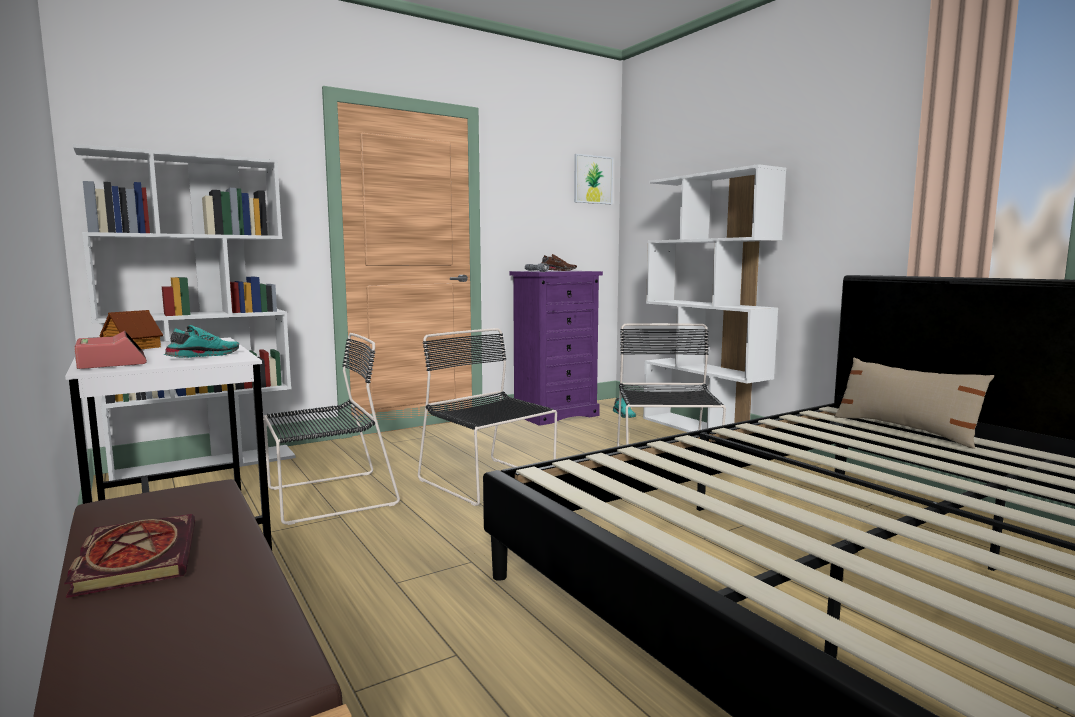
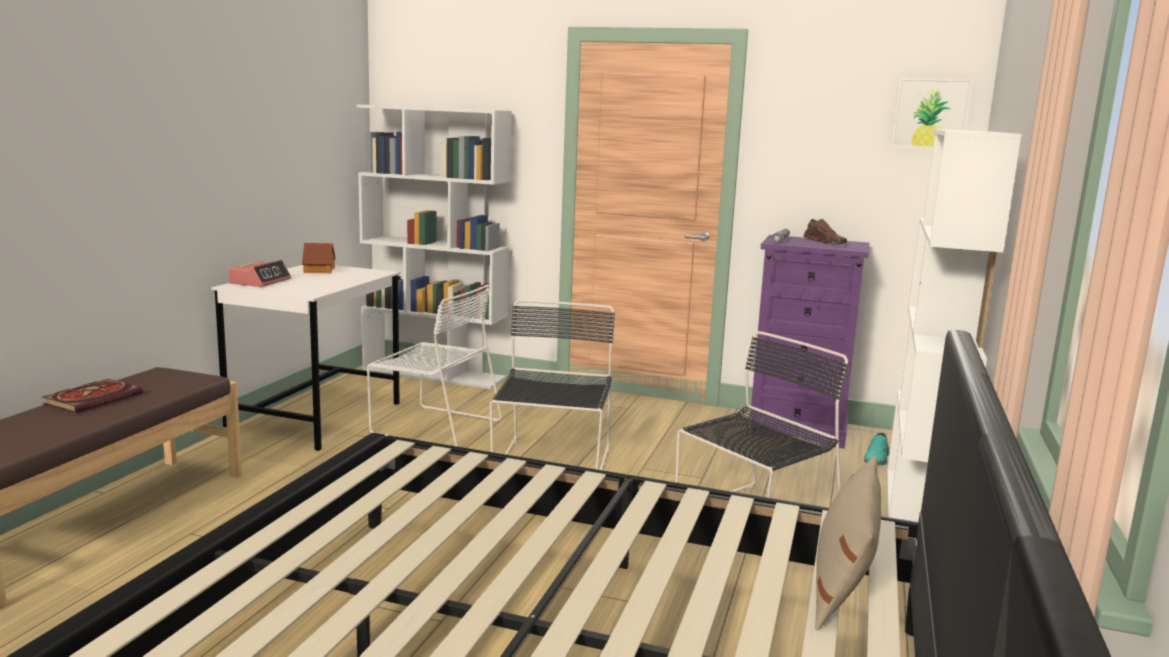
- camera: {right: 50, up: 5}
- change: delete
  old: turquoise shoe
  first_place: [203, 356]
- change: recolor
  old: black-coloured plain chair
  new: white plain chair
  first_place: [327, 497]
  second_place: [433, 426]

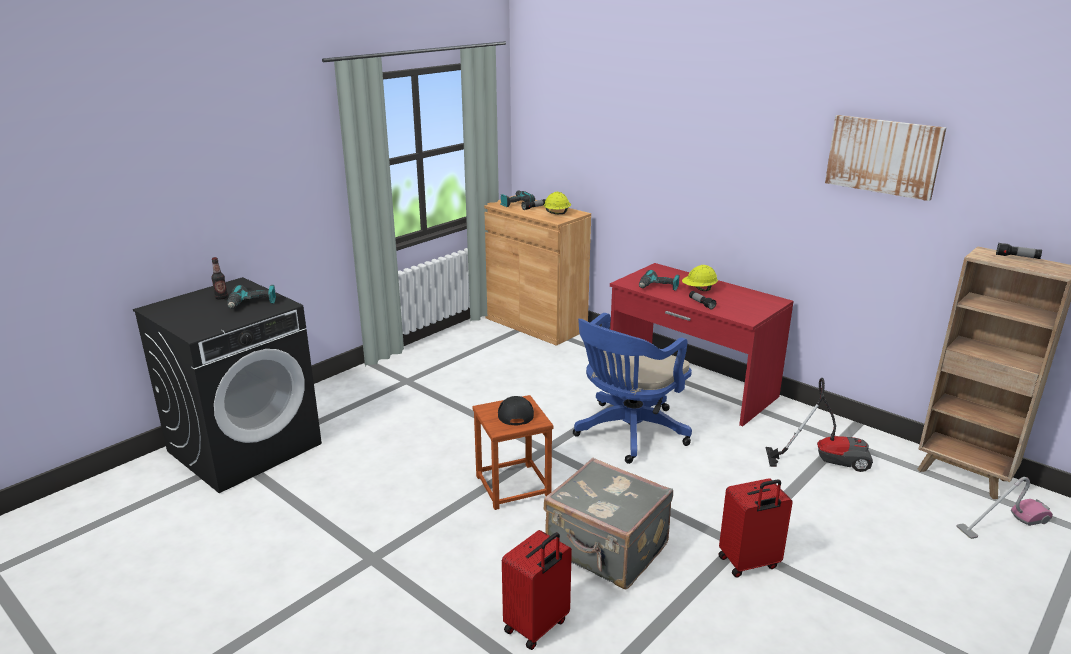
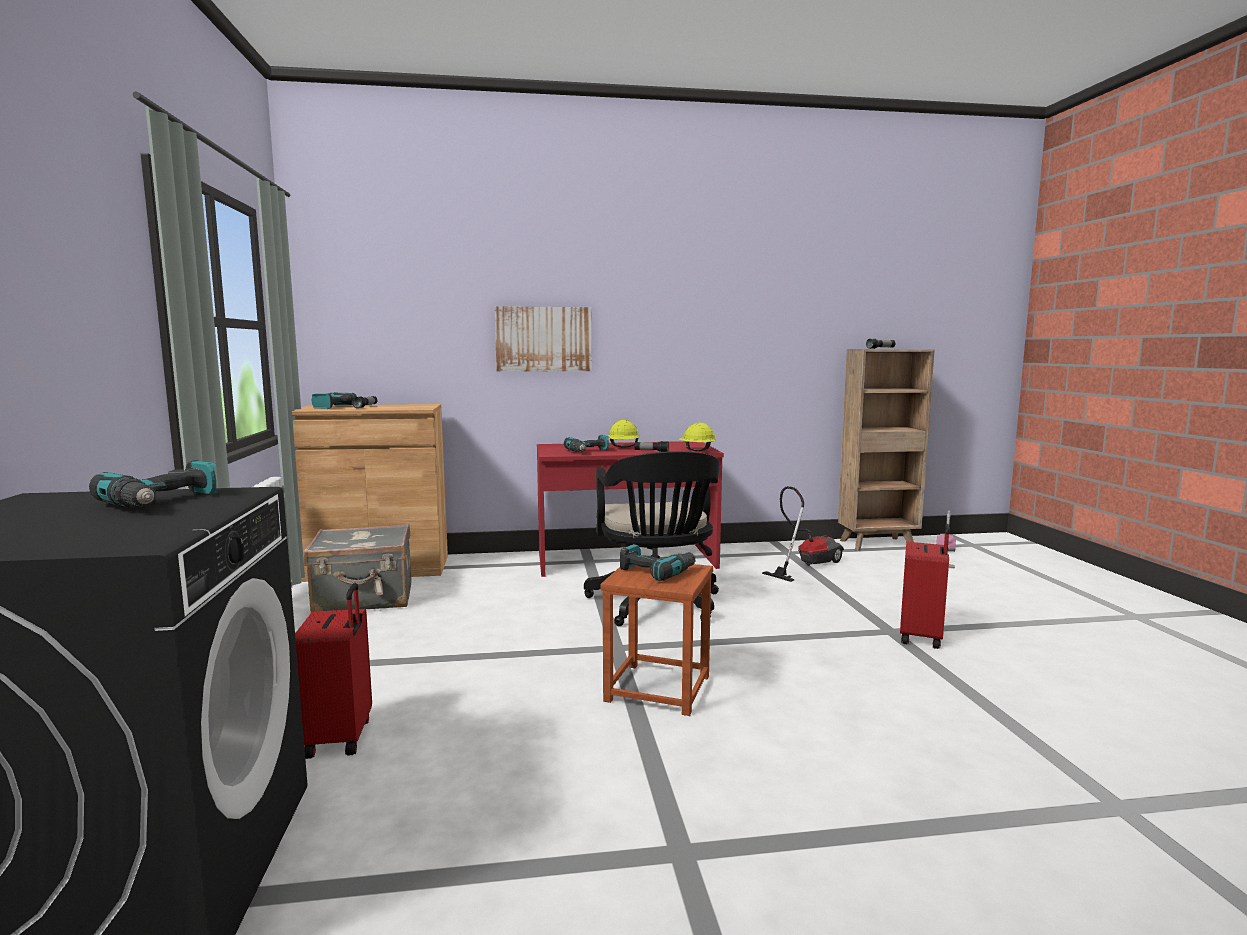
- camera: {right: -50, up: -15}
- change: move
  old: wall picture
  first_place: [883, 156]
  second_place: [543, 339]
- change: move
  old: yellowish safety helmet
  first_place: [557, 213]
  second_place: [697, 450]
- change: delete
  old: bottle
  first_place: [221, 297]
- change: recolor
  old: blue desk chair
  new: black-coloured desk chair
  first_place: [627, 434]
  second_place: [656, 606]
- change: replace
  old: black-coloured peaked cap
  new: electric drill
  first_place: [515, 412]
  second_place: [657, 571]
- change: move
  old: greyish suitcase
  first_place: [606, 550]
  second_place: [365, 599]
- change: move
  old: red suitcase
  first_place: [537, 626]
  second_place: [341, 737]

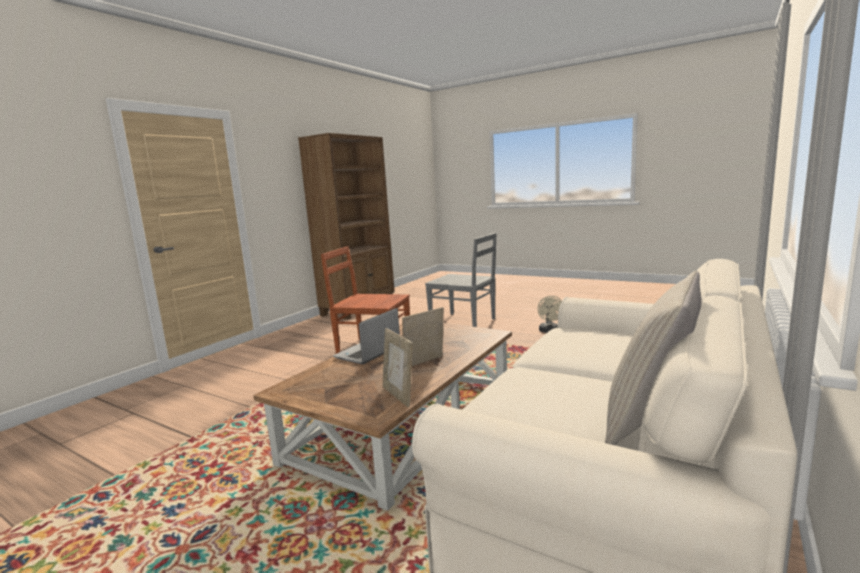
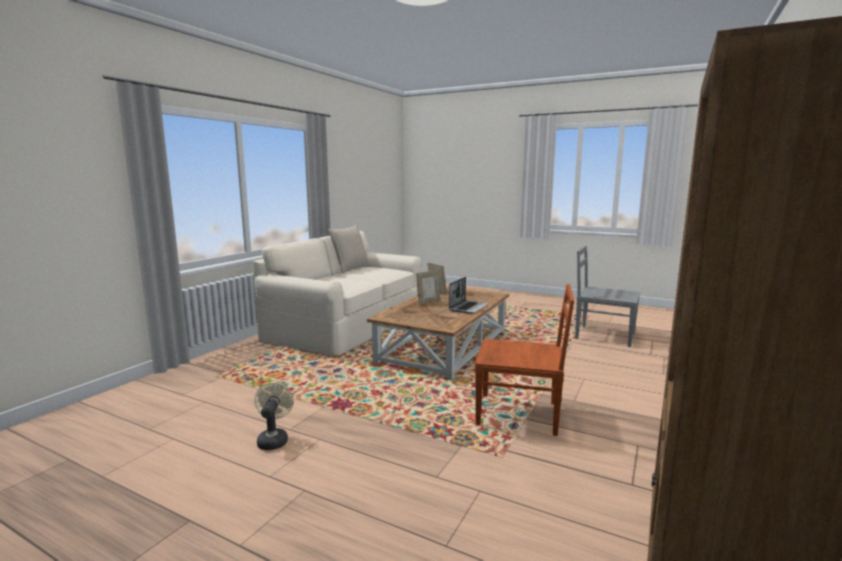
- camera: {right: 175, up: 0}
- change: move
  old: greyish plain chair
  first_place: [464, 322]
  second_place: [603, 335]

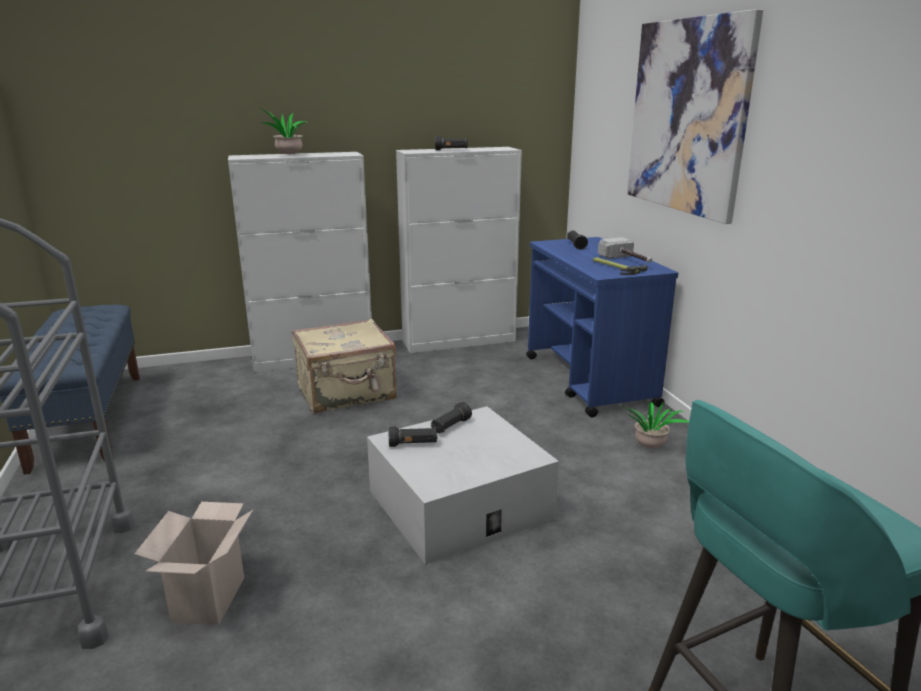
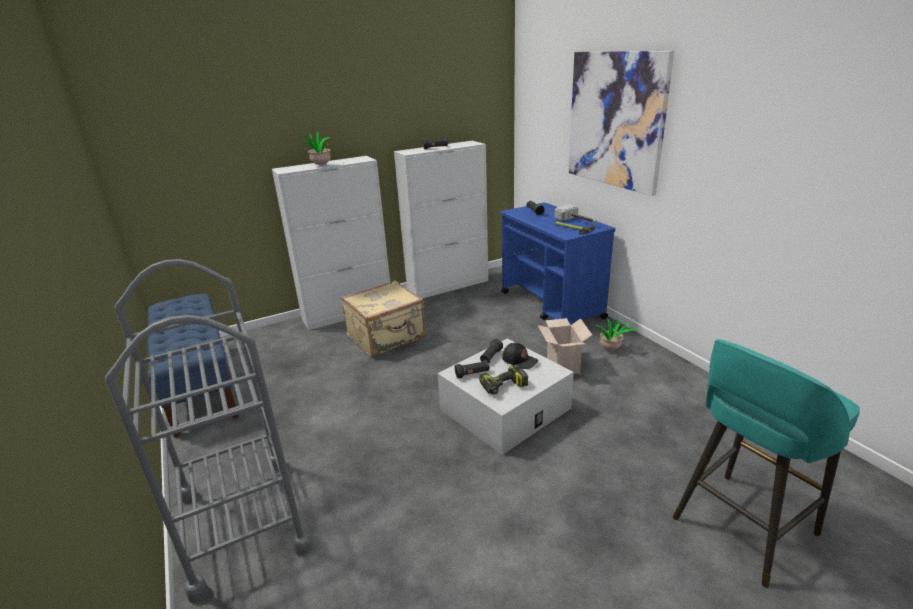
- camera: {right: -10, up: 5}
- change: move
  old: packing box
  first_place: [208, 597]
  second_place: [561, 365]
- change: insert
  new: black-coloured peaked cap
  second_place: [519, 360]
- change: insert
  new: electric drill
  second_place: [503, 387]

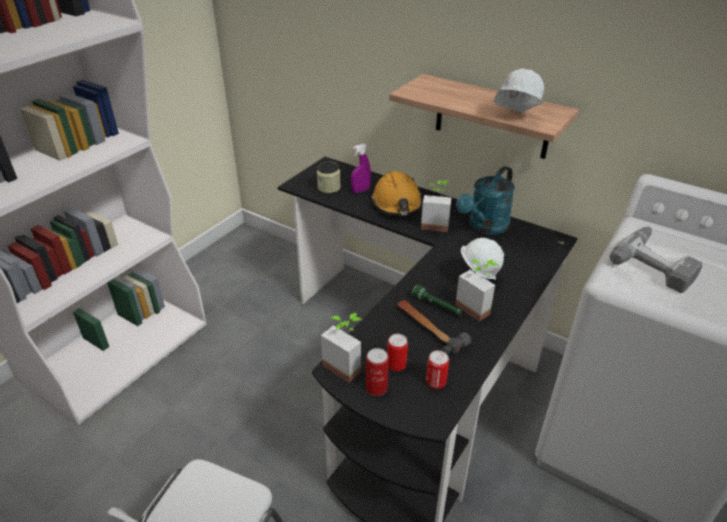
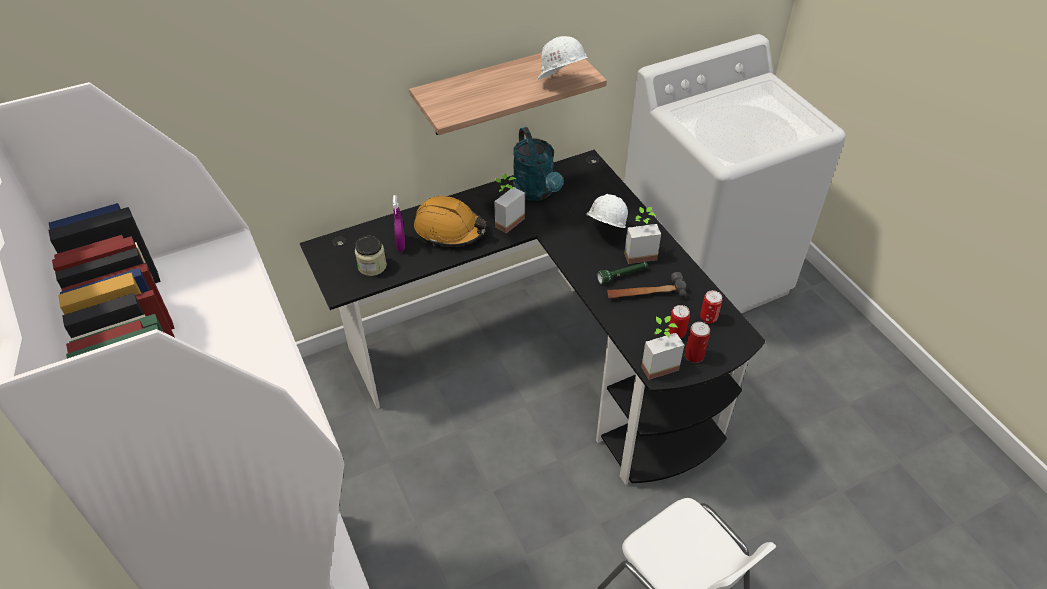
- camera: {right: -60, up: 10}
- change: delete
  old: electric drill
  first_place: [657, 263]

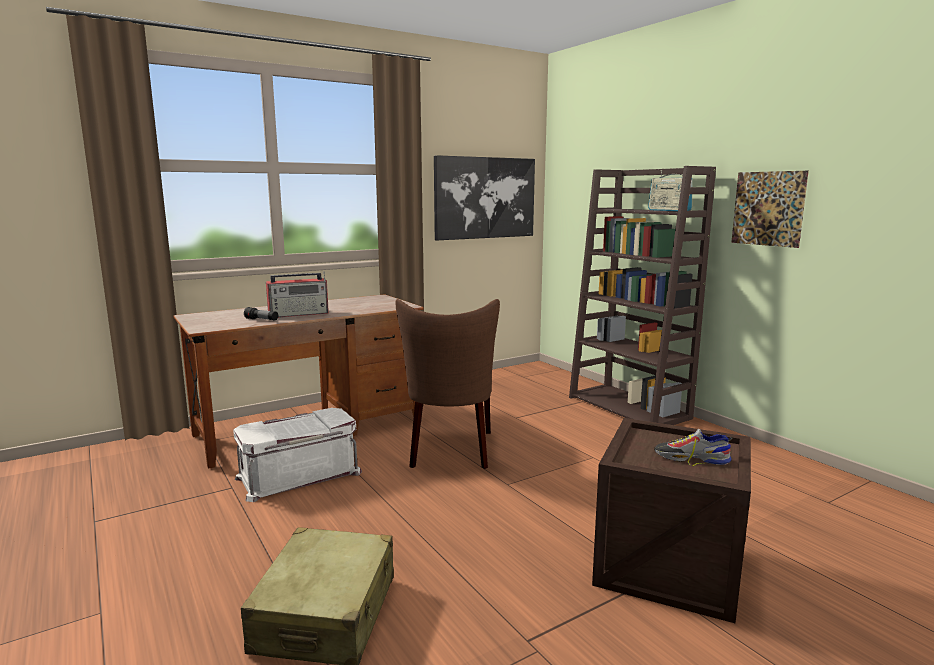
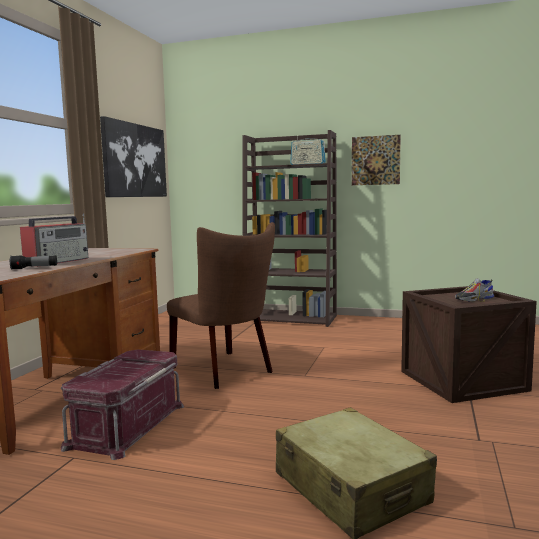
- camera: {right: -40, up: -5}
- change: recolor
  old: white storage container
  new: red storage container
  first_place: [298, 474]
  second_place: [126, 425]

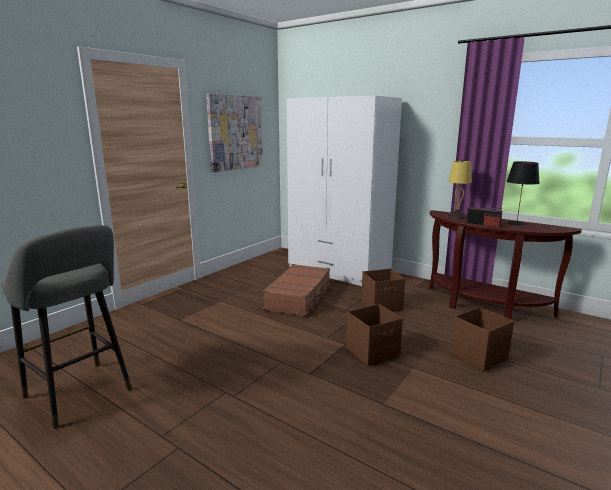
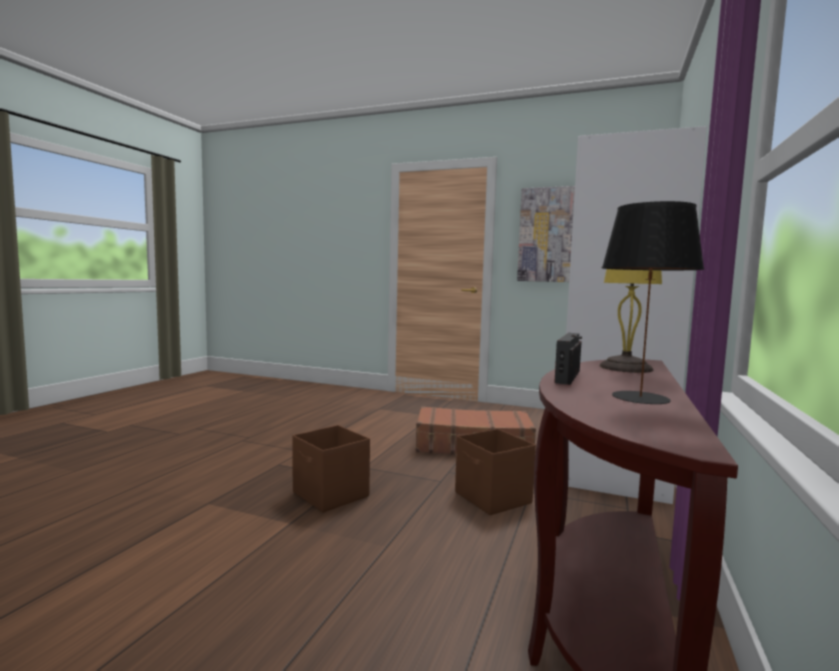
- camera: {right: 75, up: -10}
- change: delete
  old: greyish sitting stool
  first_place: [81, 395]
- change: delete
  old: brown storage container
  first_place: [478, 357]

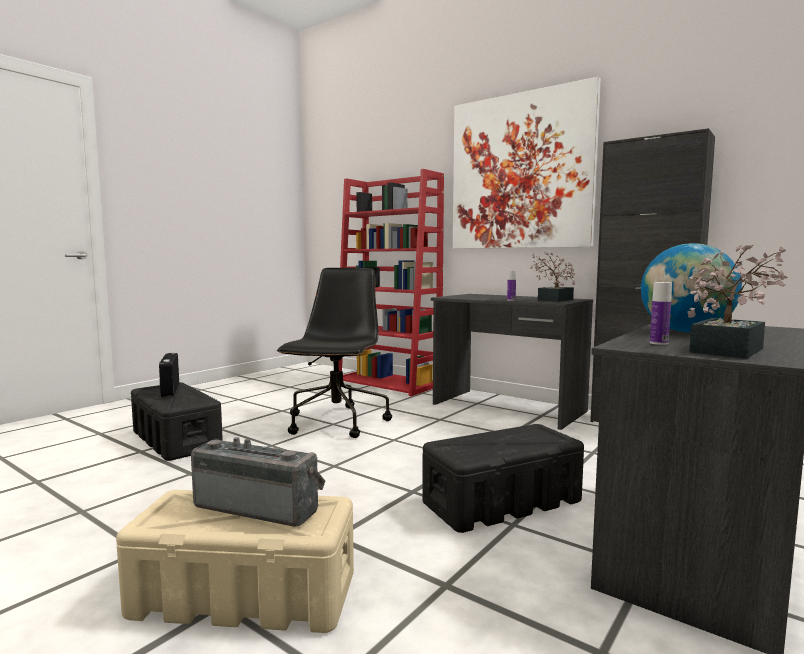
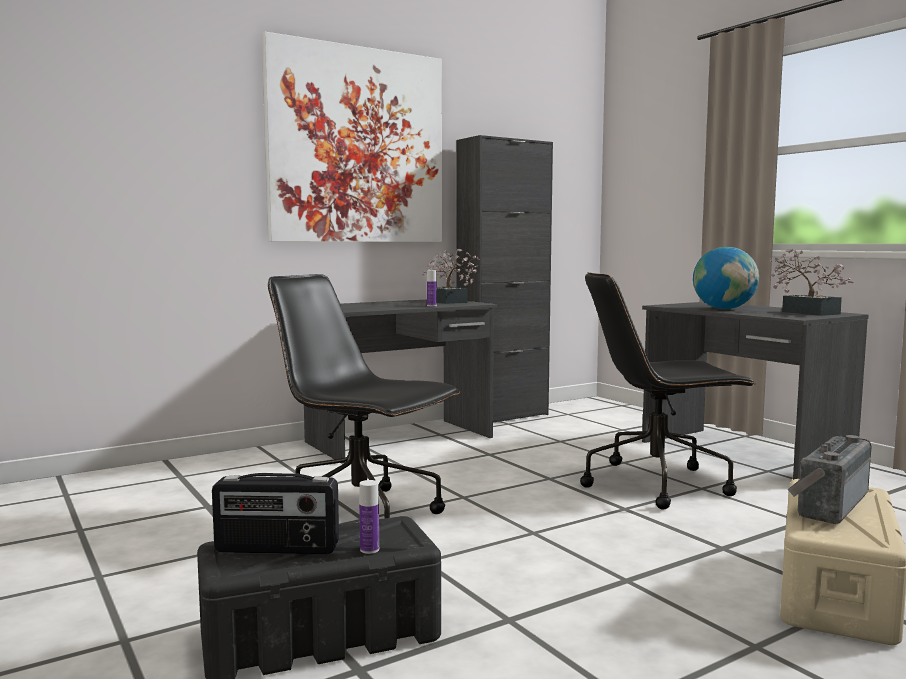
- camera: {right: -70, up: 0}
- change: delete
  old: red bookshelf
  first_place: [389, 383]
- change: move
  old: bottle
  first_place: [659, 343]
  second_place: [369, 549]
- change: replace
  old: black-coloured storage container
  new: black-coloured desk chair
  first_place: [503, 502]
  second_place: [658, 484]

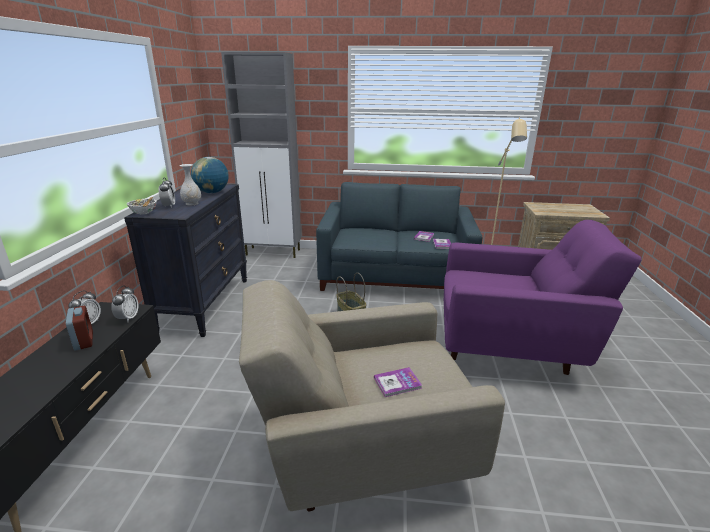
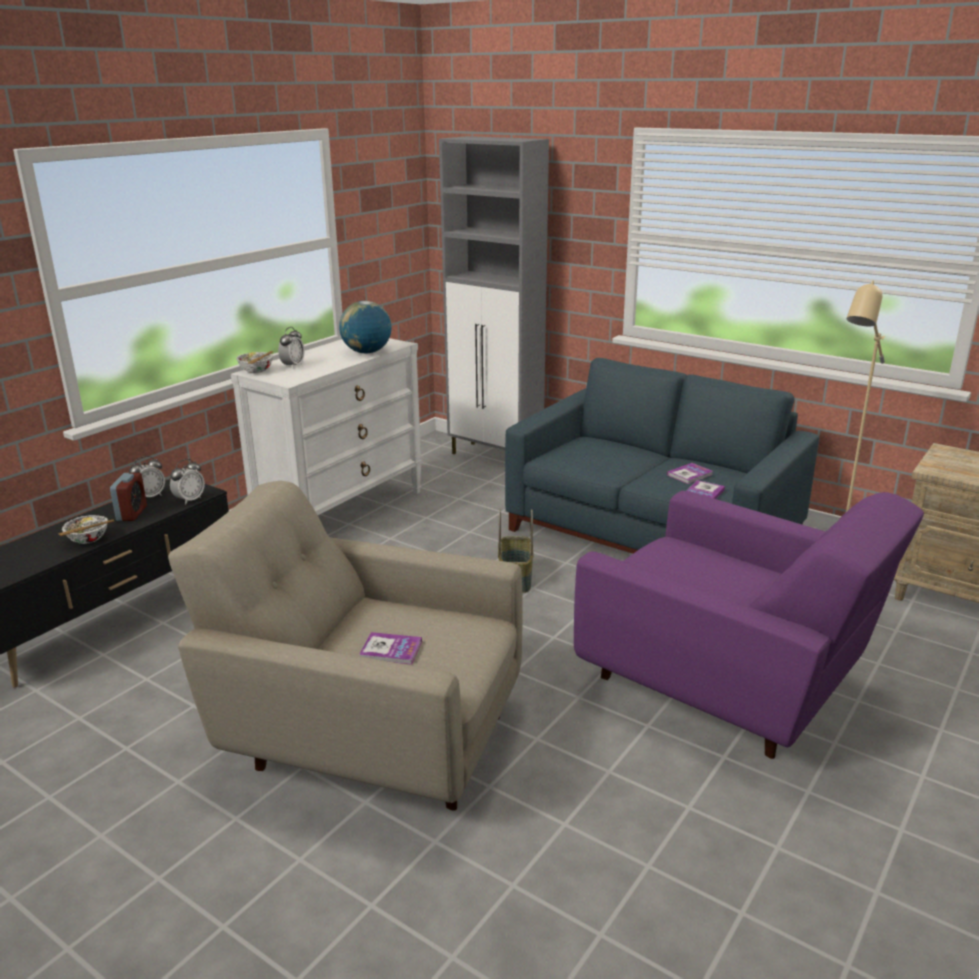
- camera: {right: 30, up: 0}
- change: delete
  old: white vase
  first_place: [192, 203]
- change: recolor
  old: black-coloured dresser
  new: white dresser
  first_place: [205, 304]
  second_place: [342, 512]
- change: insert
  new: deep dish
  second_place: [88, 540]

